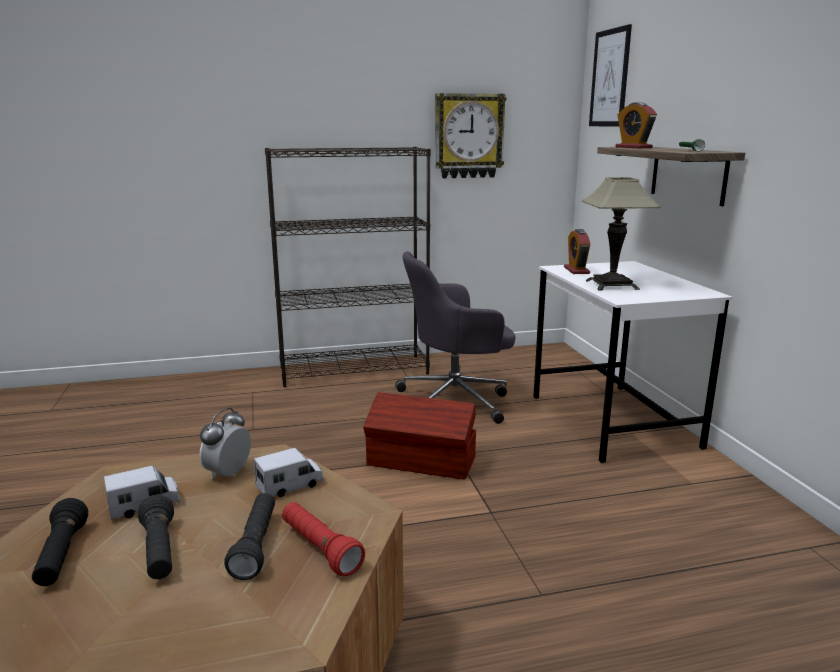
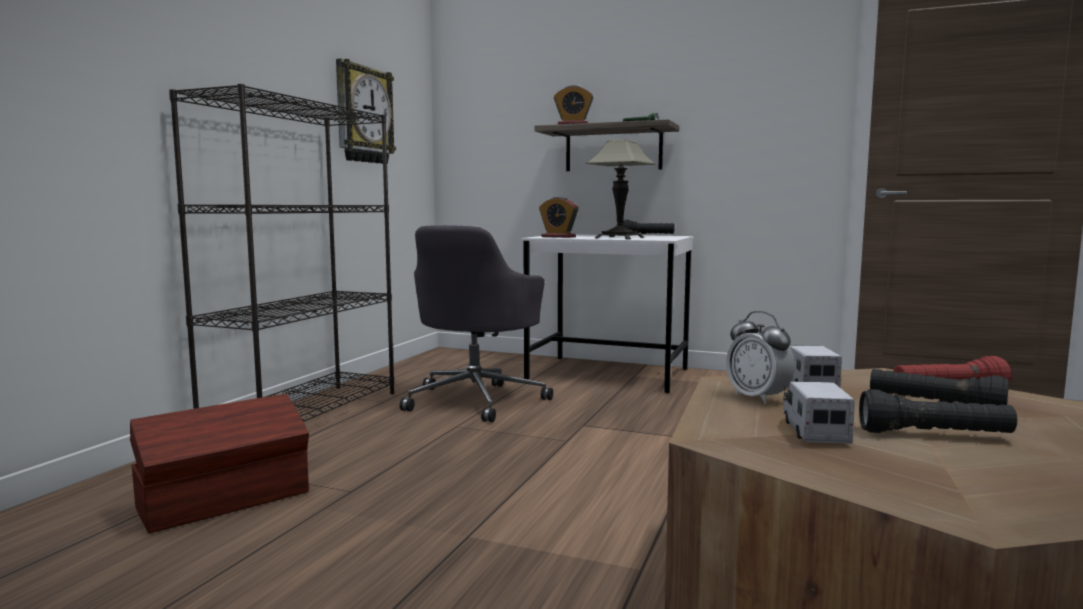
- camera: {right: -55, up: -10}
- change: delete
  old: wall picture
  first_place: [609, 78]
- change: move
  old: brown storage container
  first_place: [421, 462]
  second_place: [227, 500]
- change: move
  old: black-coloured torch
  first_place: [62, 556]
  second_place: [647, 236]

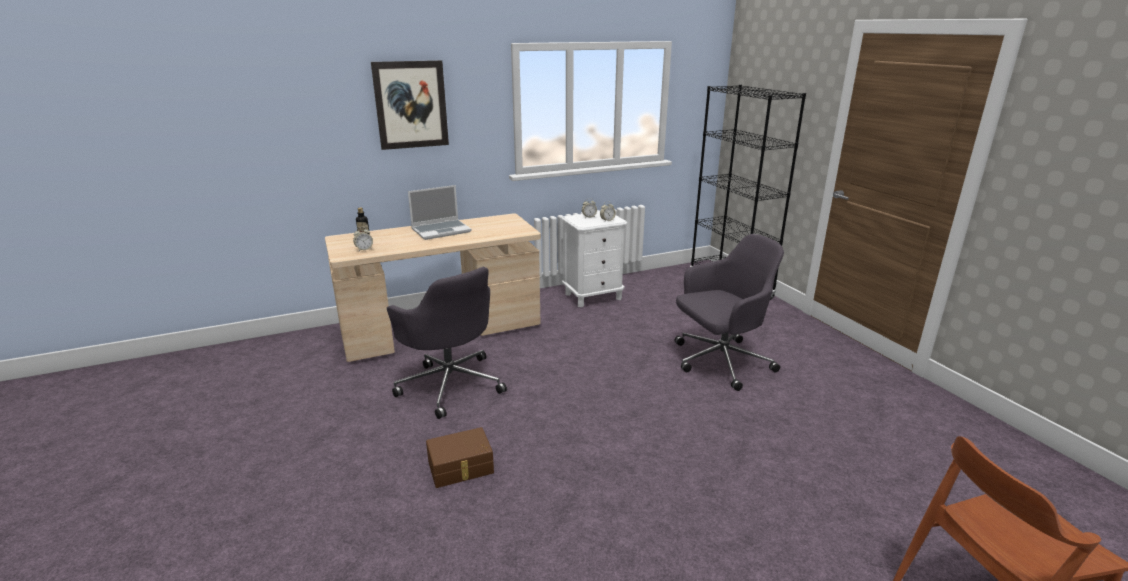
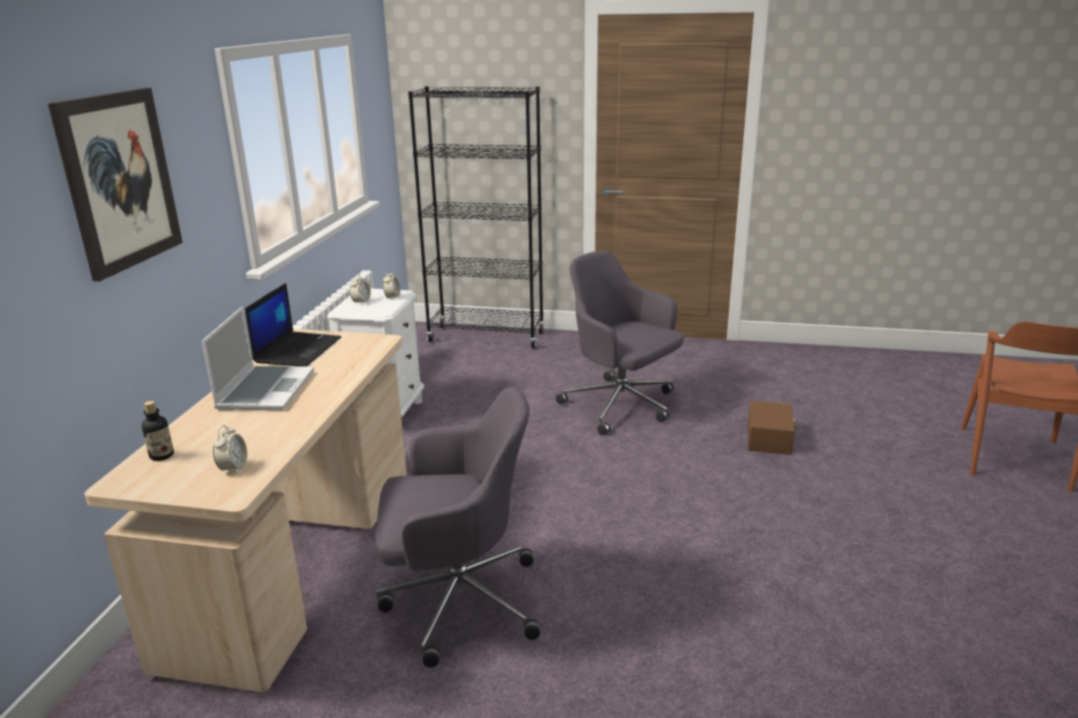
- camera: {right: -55, up: 0}
- change: rotate
  old: greyish desk chair
  first_place: [719, 362]
  second_place: [621, 406]
  degrees: -60
- change: move
  old: brown storage container
  first_place: [461, 468]
  second_place: [770, 438]
- change: insert
  new: notebook computer
  second_place: [298, 349]

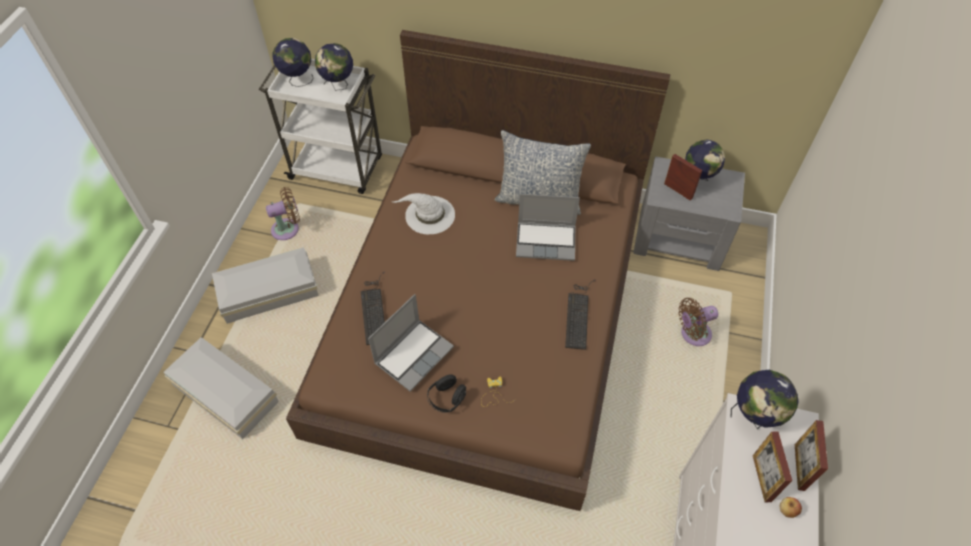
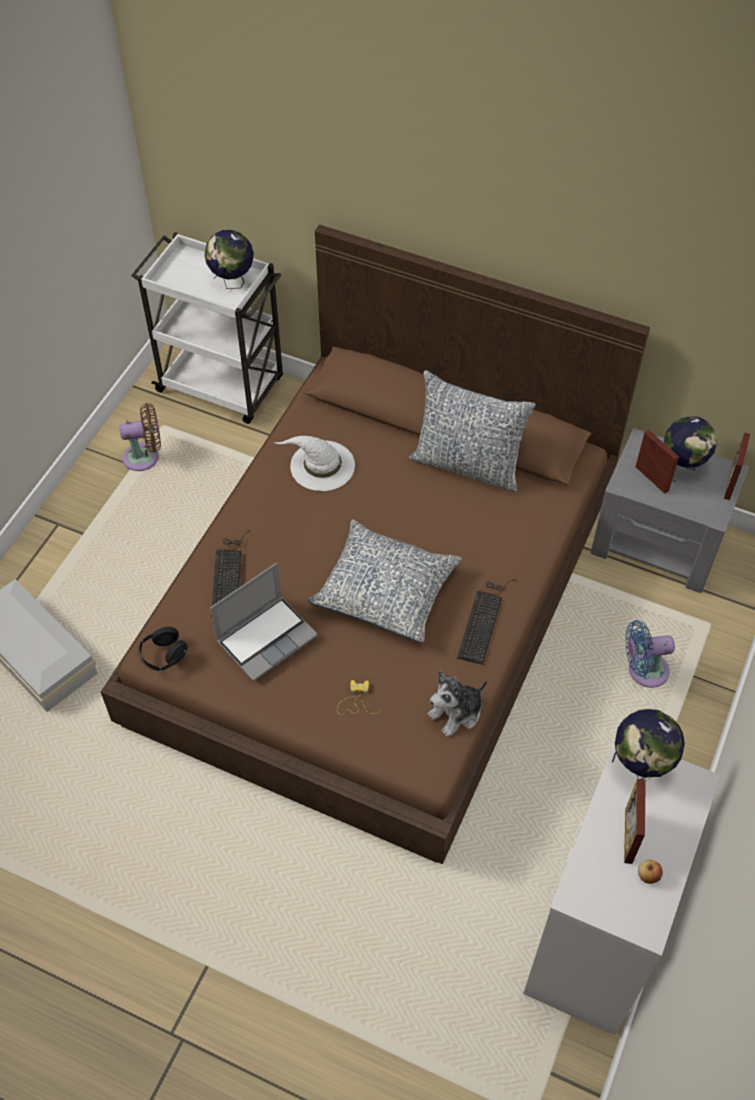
- camera: {right: 10, up: 0}
- change: delete
  old: globe
  first_place: [297, 80]
- change: delete
  old: notebook computer
  first_place: [546, 241]
- change: delete
  old: white storage container
  first_place: [270, 292]
- change: recolor
  old: brown cooling fan
  new: blue cooling fan
  first_place: [692, 334]
  second_place: [643, 671]
- change: move
  old: black-coloured headset
  first_place: [446, 399]
  second_place: [163, 656]
- change: move
  old: standing frame
  first_place: [799, 467]
  second_place: [730, 483]
- change: insert
  new: throw pillow
  second_place: [386, 591]
- change: insert
  new: cuddly toy
  second_place: [456, 713]

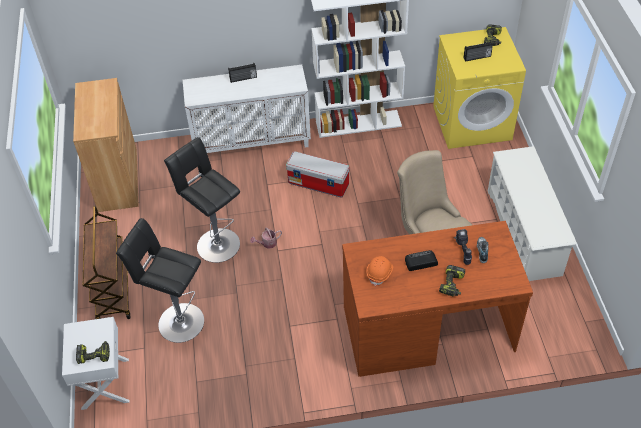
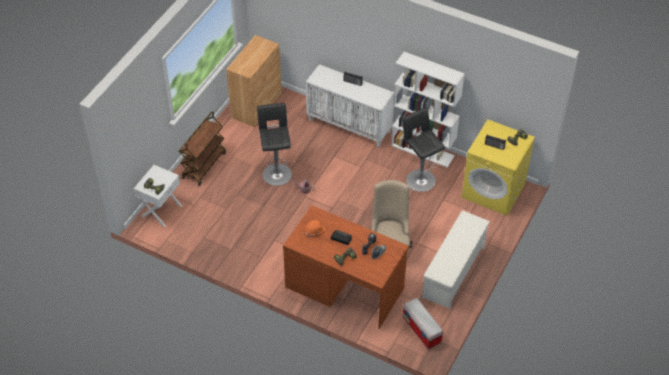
- camera: {right: 35, up: 0}
- change: move
  old: storage container
  first_place: [319, 184]
  second_place: [422, 330]
- change: move
  old: black-coloured sitting stool
  first_place: [178, 321]
  second_place: [419, 179]

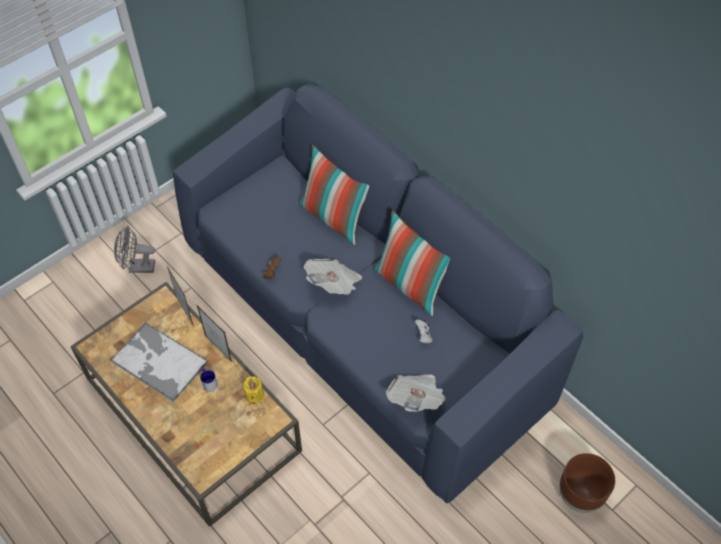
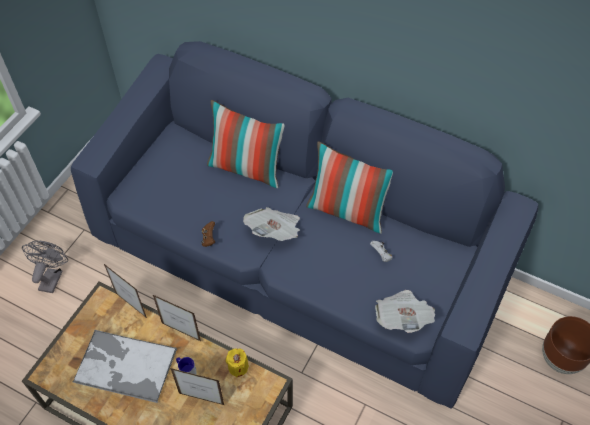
- camera: {right: -20, up: 0}
- change: rotate
  old: greyish cooling fan
  first_place: [137, 267]
  second_place: [52, 277]
  degrees: 120
- change: insert
  new: standing frame
  second_place: [201, 399]

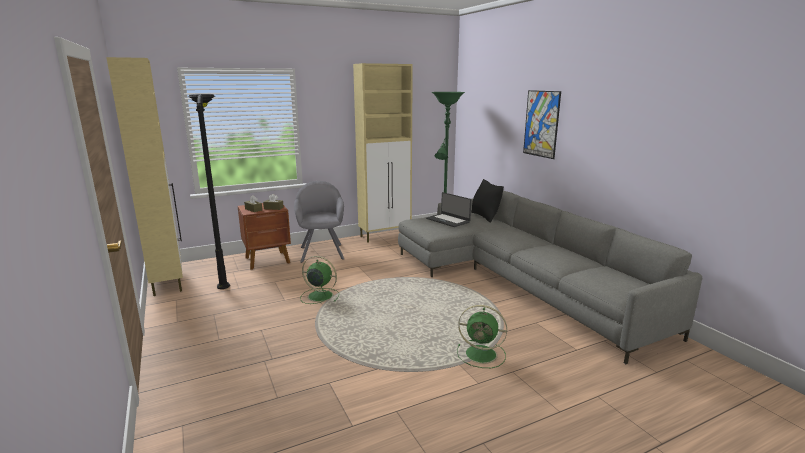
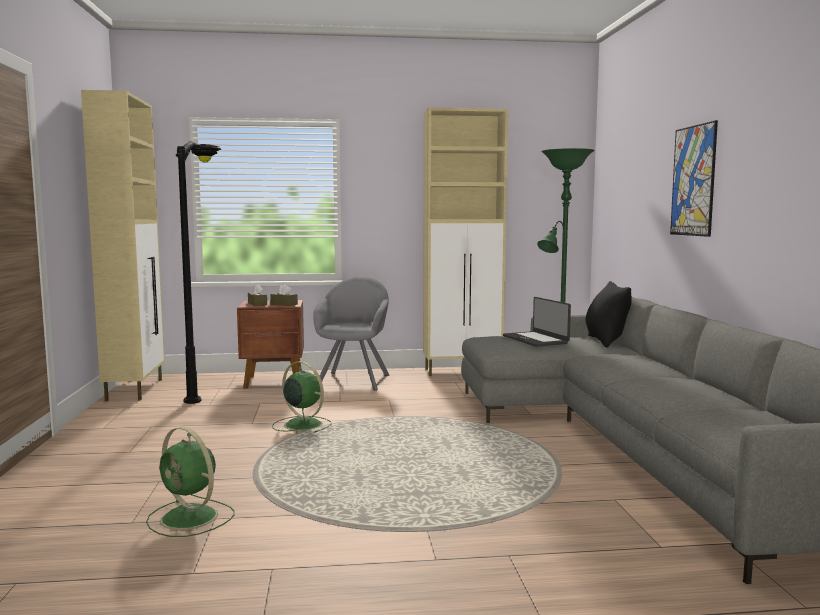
- camera: {right: 20, up: -10}
- change: move
  old: green-coloured cooling fan
  first_place: [482, 354]
  second_place: [191, 518]

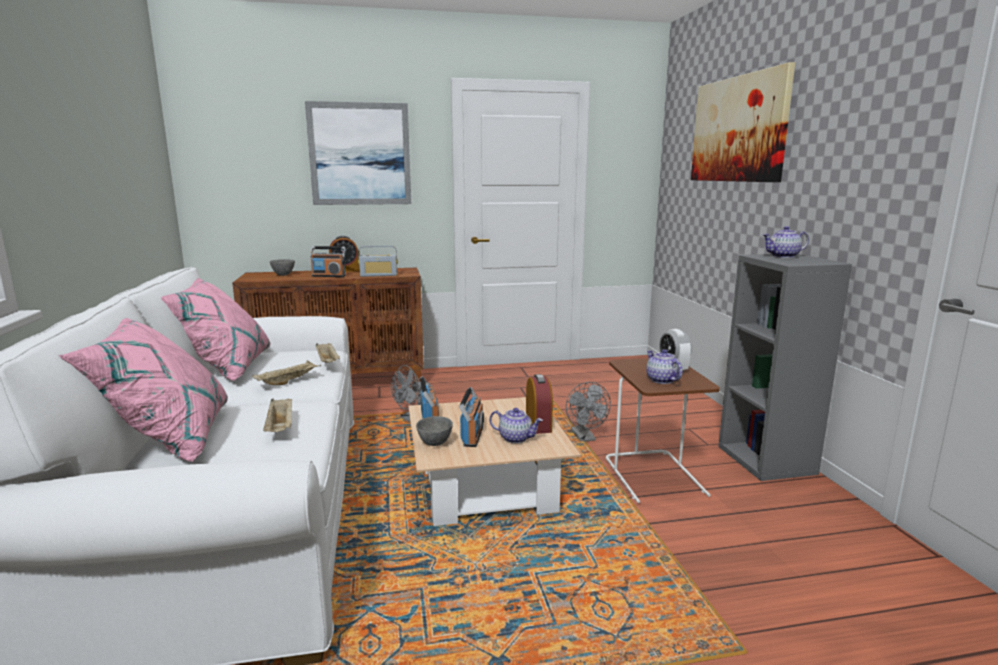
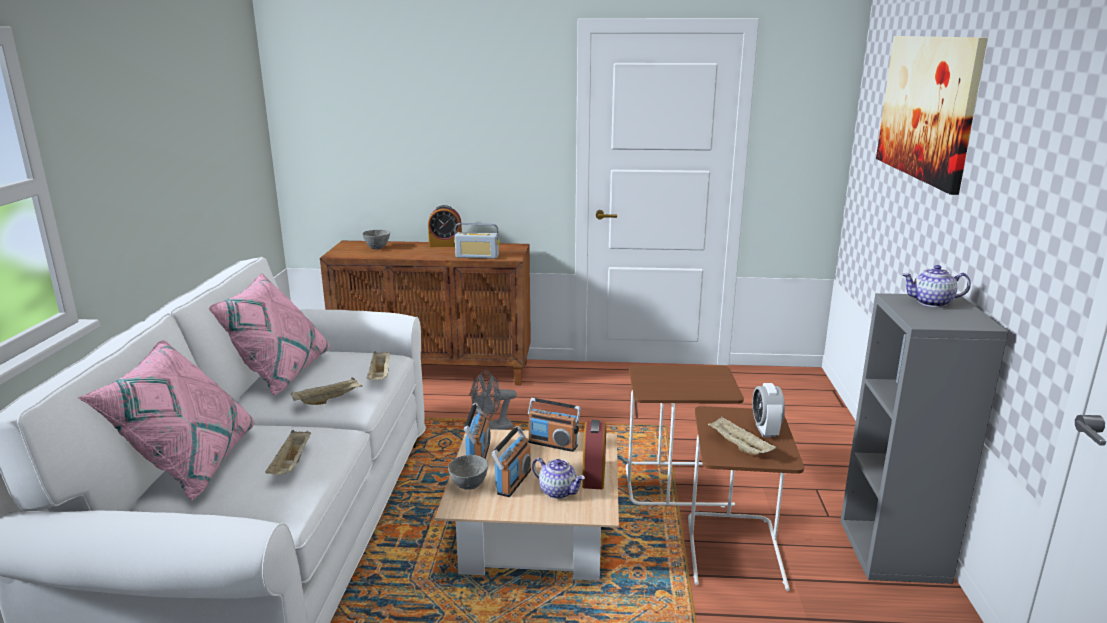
- camera: {right: 15, up: 5}
- change: delete
  old: wall picture
  first_place: [360, 154]
- change: move
  old: radio
  first_place: [329, 276]
  second_place: [553, 444]
- change: replace
  old: teapot
  new: beige-coloured tray
  first_place: [661, 380]
  second_place: [738, 447]
- change: replace
  old: greyish cooling fan
  new: brown accent table
  first_place: [585, 438]
  second_place: [678, 484]

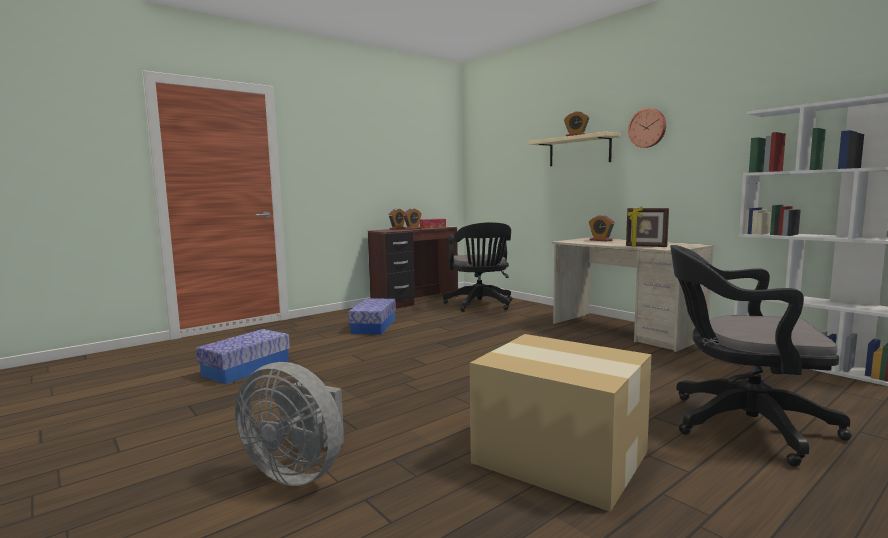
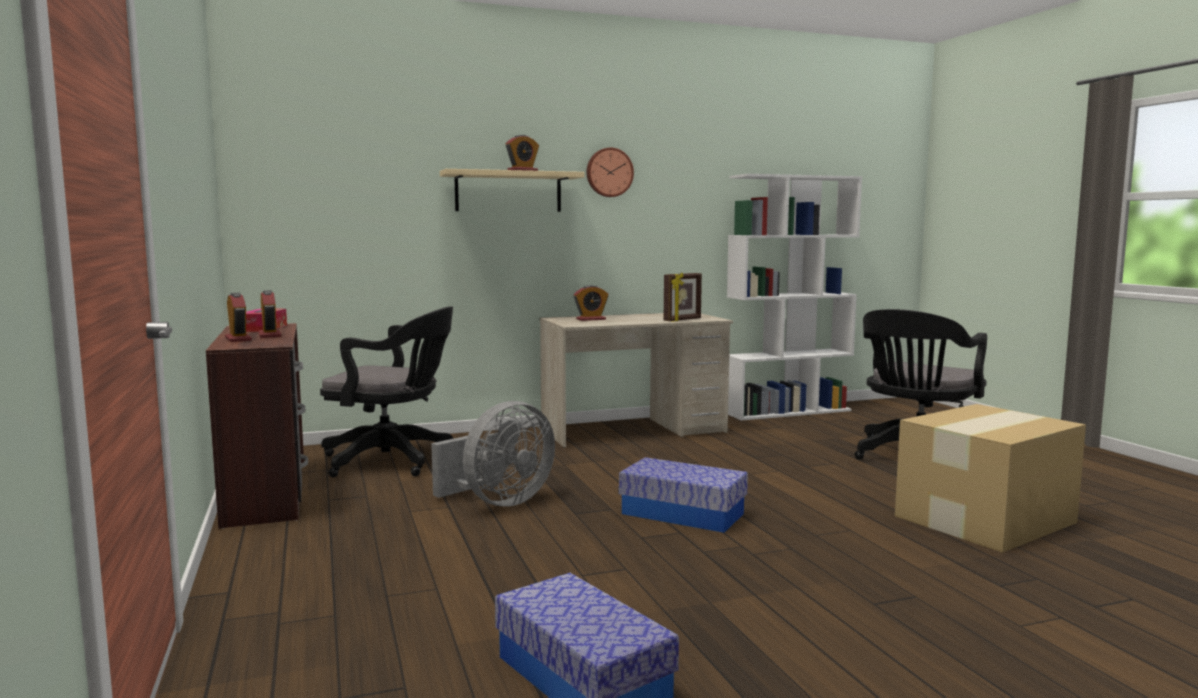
- camera: {right: -70, up: 0}
- change: move
  old: storage container
  first_place: [374, 326]
  second_place: [682, 513]
- change: move
  old: greyish cooling fan
  first_place: [298, 471]
  second_place: [499, 502]

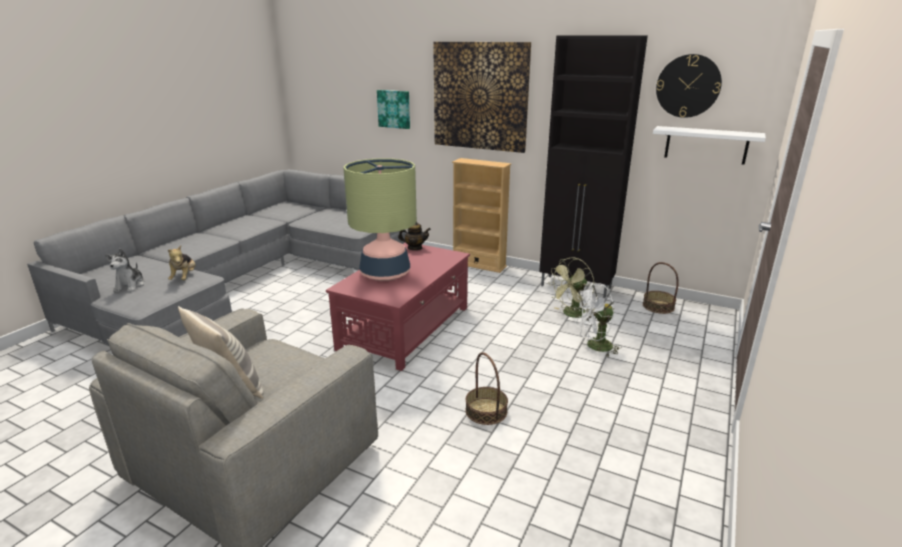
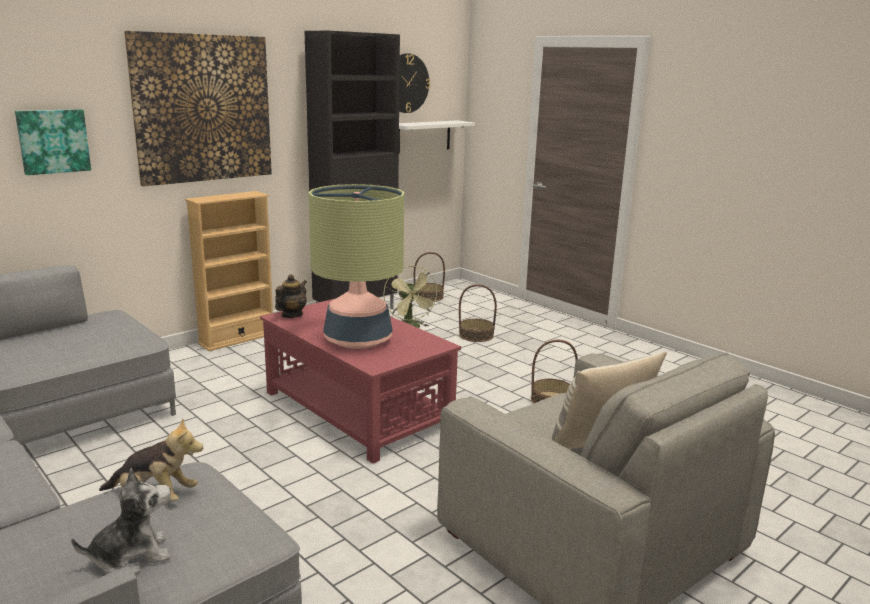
- camera: {right: -70, up: -5}
- change: rotate
  old: cuddly toy
  first_place: [130, 285]
  second_place: [131, 556]
  degrees: -45
- change: replace
  old: white cooling fan
  new: storage basket
  first_place: [594, 347]
  second_place: [476, 335]

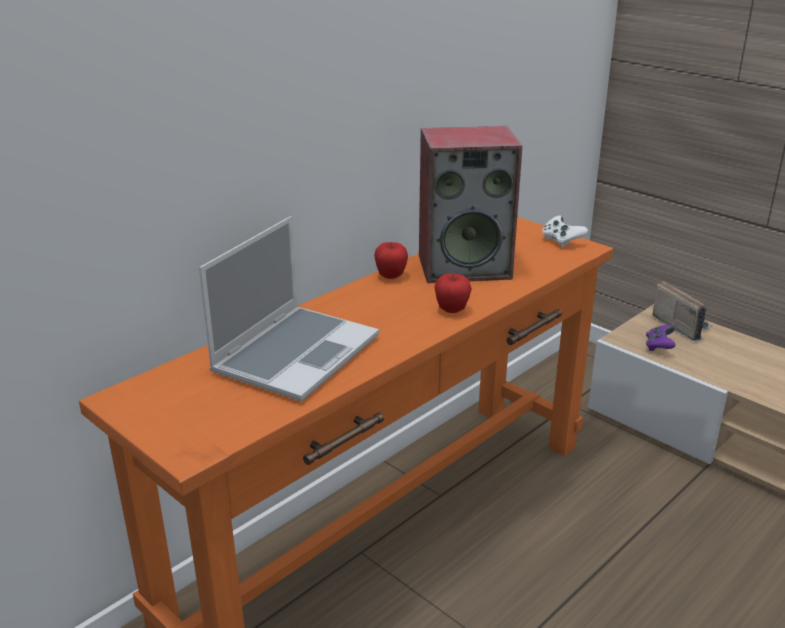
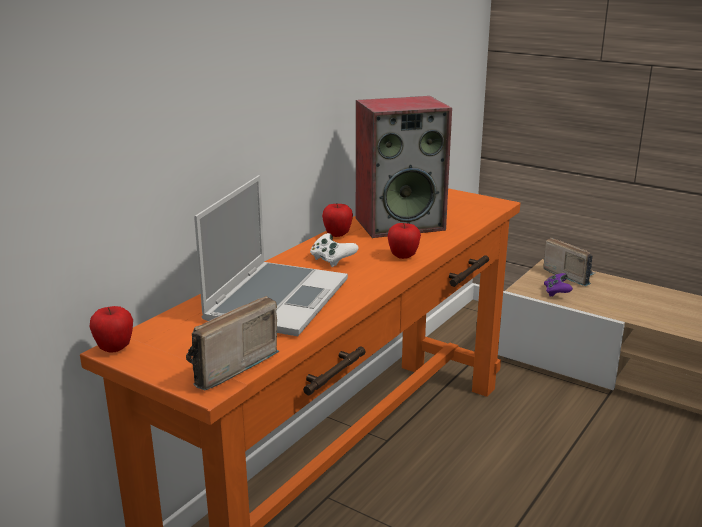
- camera: {right: -10, up: -5}
- change: move
  old: white joypad
  first_place: [561, 241]
  second_place: [332, 260]
- change: insert
  new: radio
  second_place: [225, 367]
- change: insert
  new: whole apple
  second_place: [114, 349]

